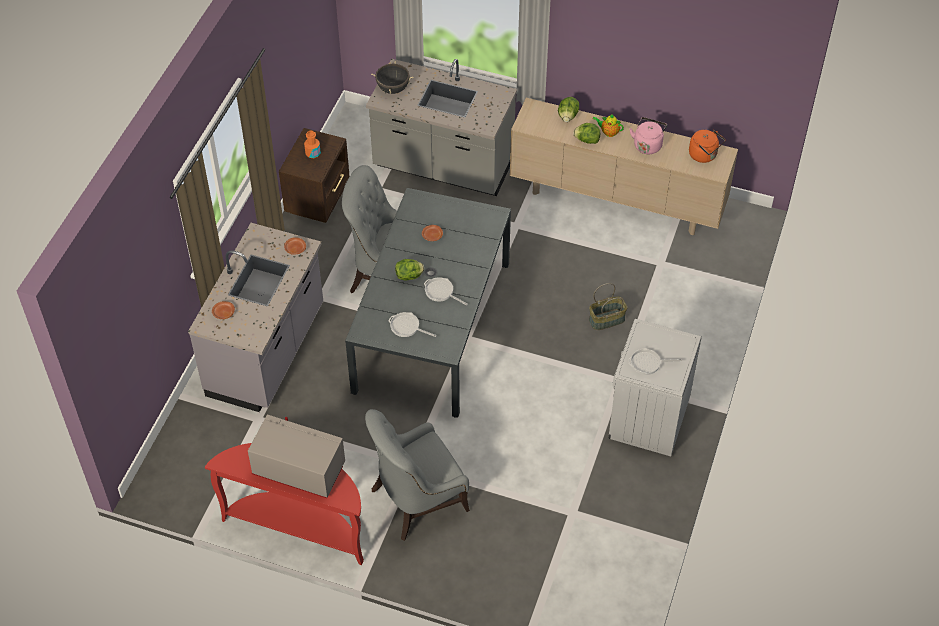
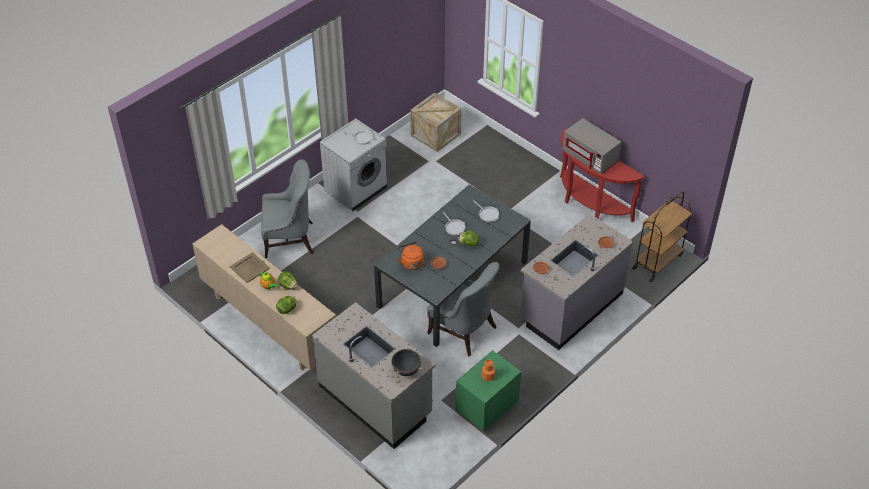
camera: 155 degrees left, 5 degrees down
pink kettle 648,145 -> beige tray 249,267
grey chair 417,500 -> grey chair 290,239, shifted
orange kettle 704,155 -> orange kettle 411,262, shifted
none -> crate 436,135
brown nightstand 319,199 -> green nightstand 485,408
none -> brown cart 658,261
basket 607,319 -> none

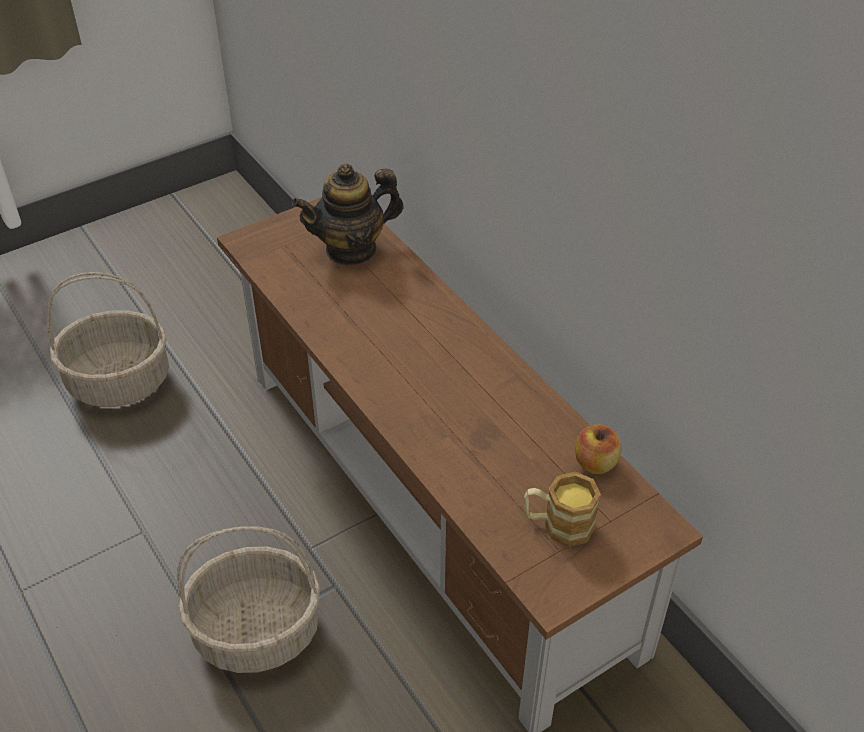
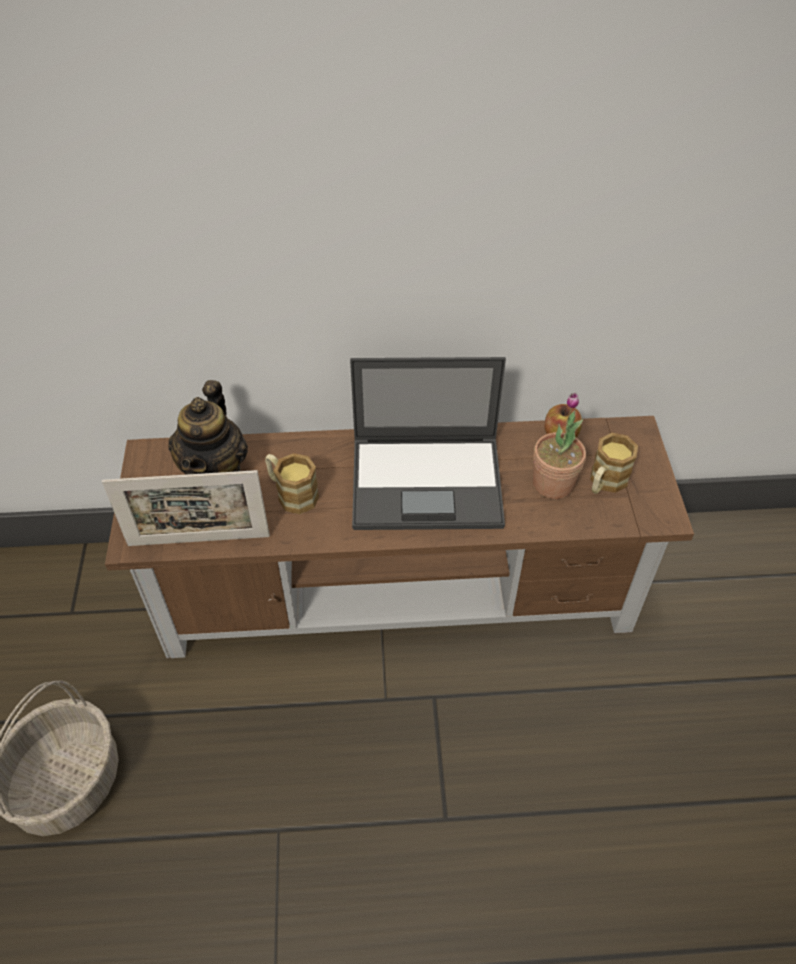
camera: 60 degrees left, 5 degrees up
none -> picture frame 199,540
none -> mug 291,493
none -> laptop 429,482
none -> potted plant 553,484
basket 256,633 -> none

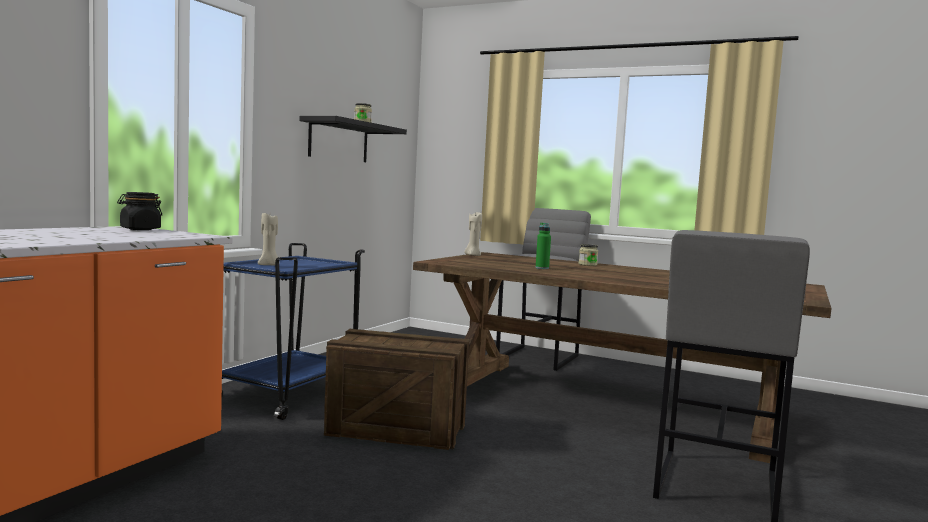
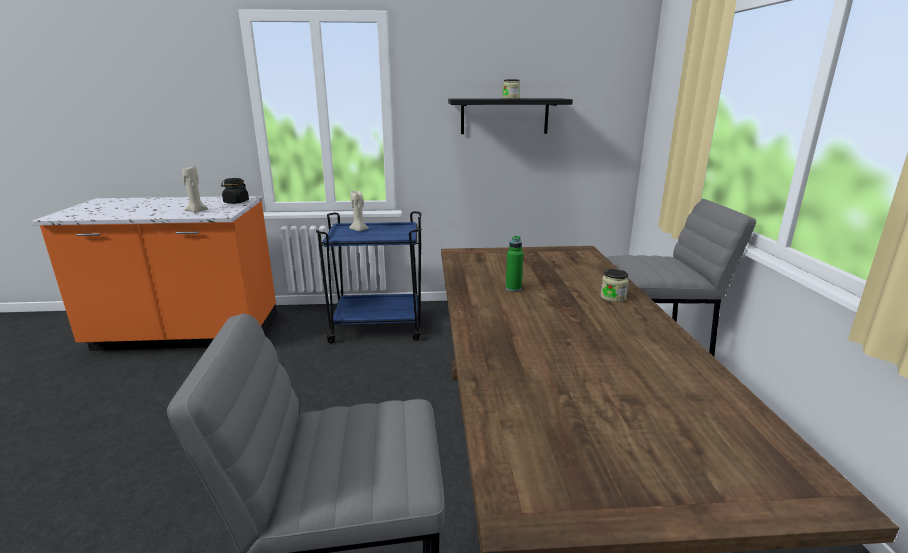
camera: 60 degrees right, 15 degrees up
beige candle 472,255 -> beige candle 197,211, shifted
crate 397,429 -> none

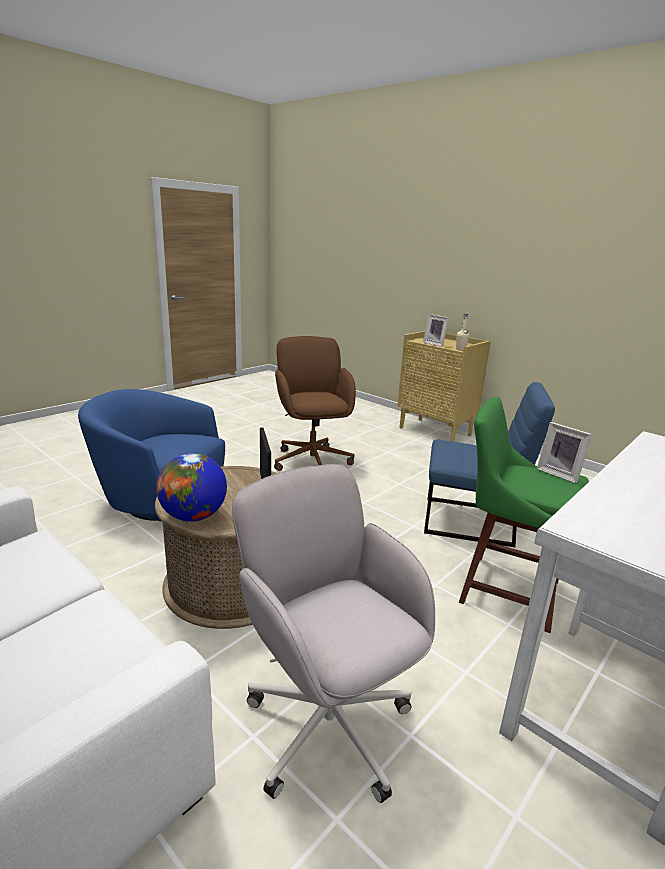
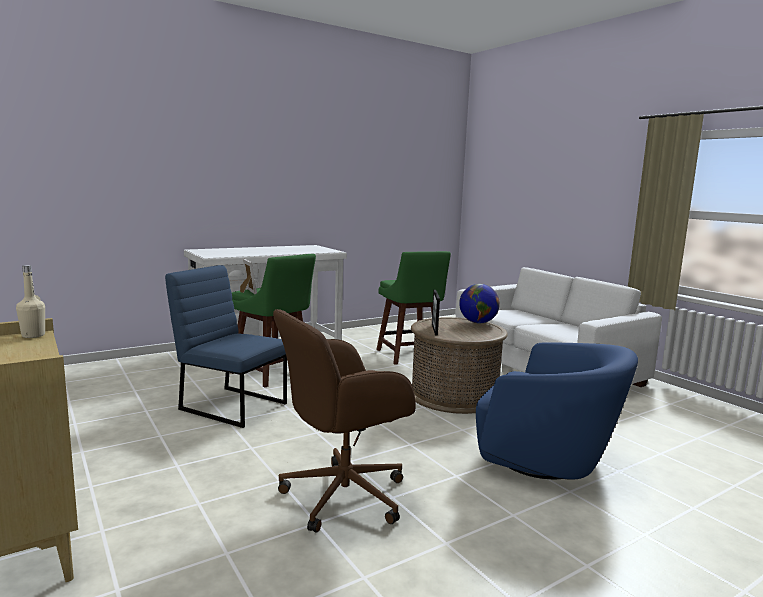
camera: 165 degrees left, 10 degrees down
brown office chair 312,461 -> brown office chair 343,496, 60 degrees clockwise
grey office chair 327,725 -> green stool 409,356
picture frame 435,344 -> none

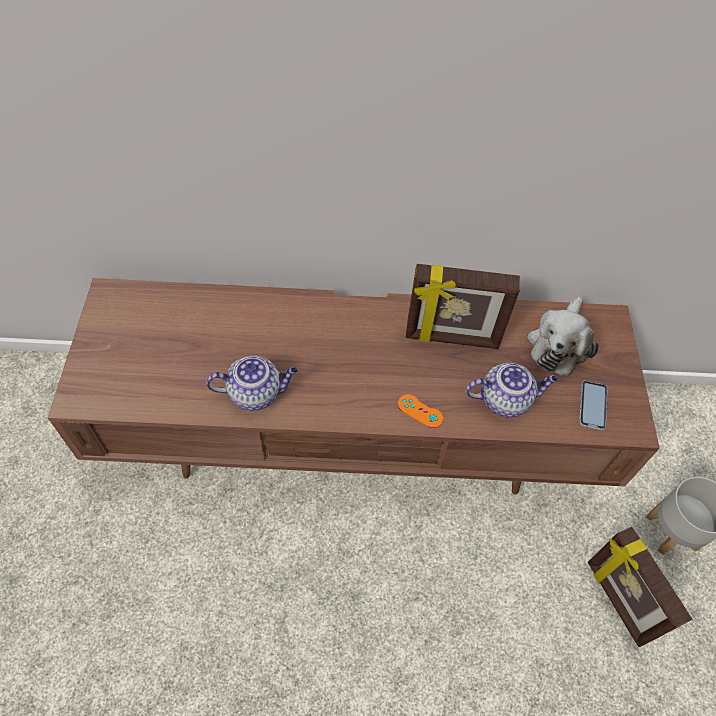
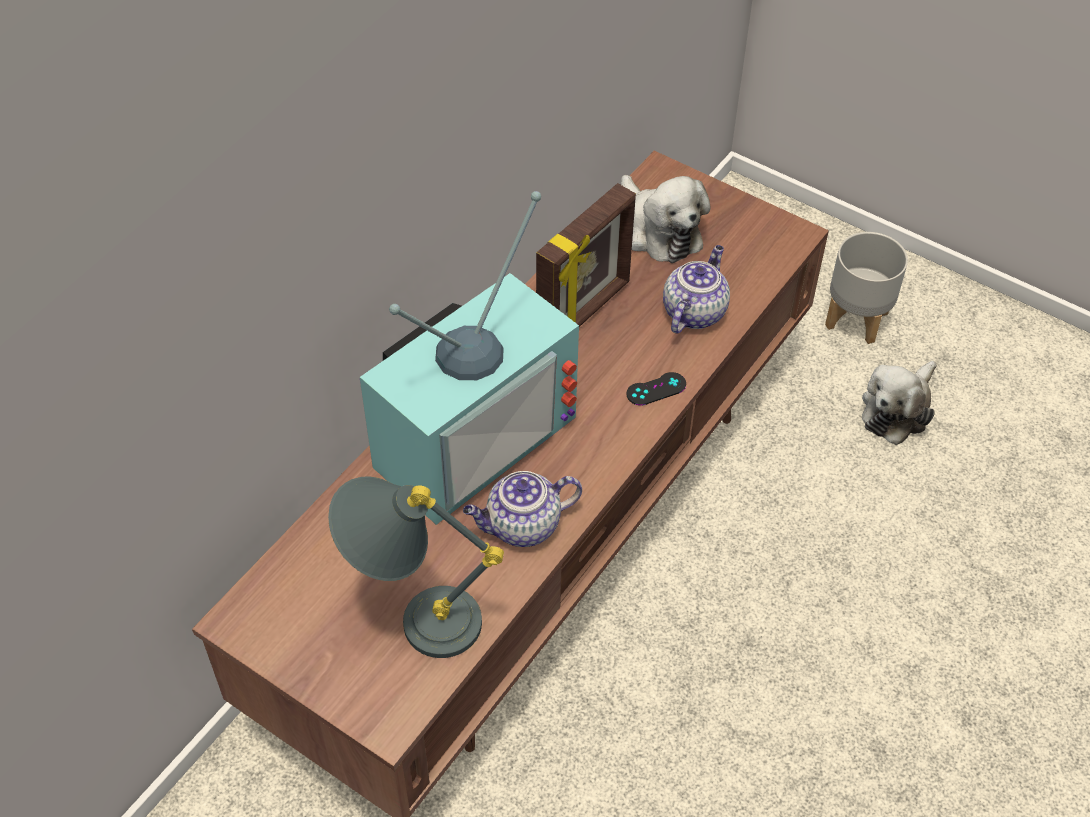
camera: 55 degrees left, 5 degrees down
none -> grey table lamp 413,618
none -> television 470,434
teapot 256,393 -> teapot 522,526, 135 degrees counterclockwise
orange game controller 420,411 -> black game controller 656,389
picture frame 616,601 -> plush toy 897,410
phone 592,406 -> none

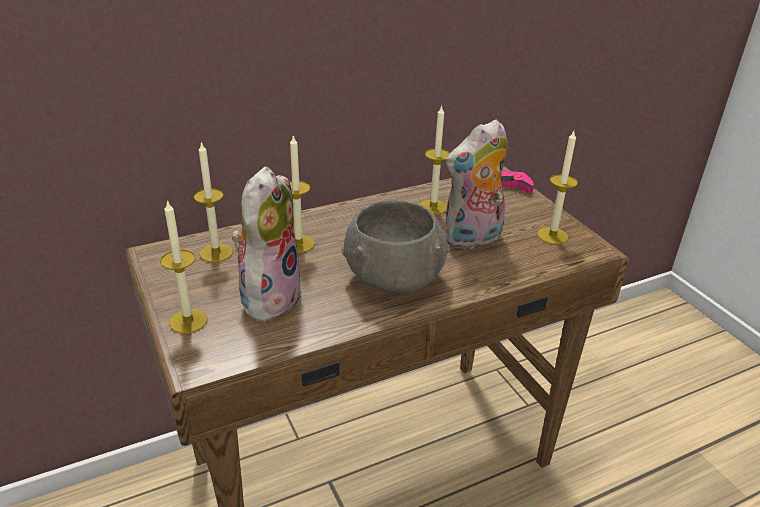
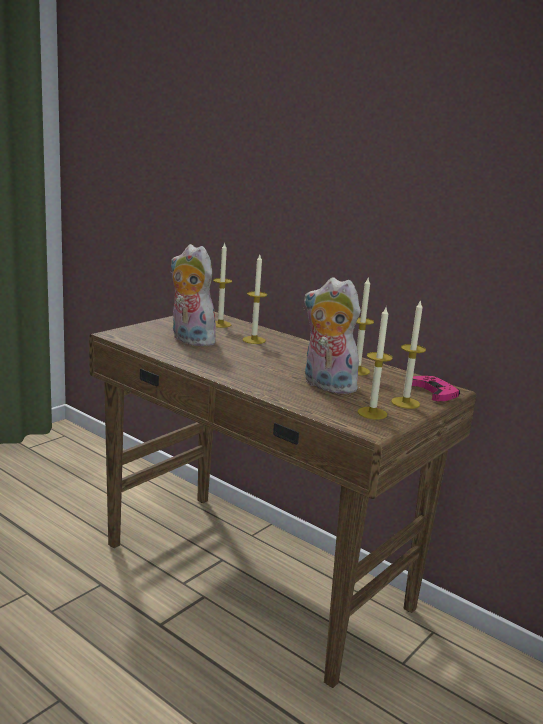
camera: 65 degrees right, 15 degrees down
plush toy 269,296 -> plush toy 189,340, 135 degrees counterclockwise
candle 188,321 -> candle 405,403, shifted
grey bowl 394,276 -> none

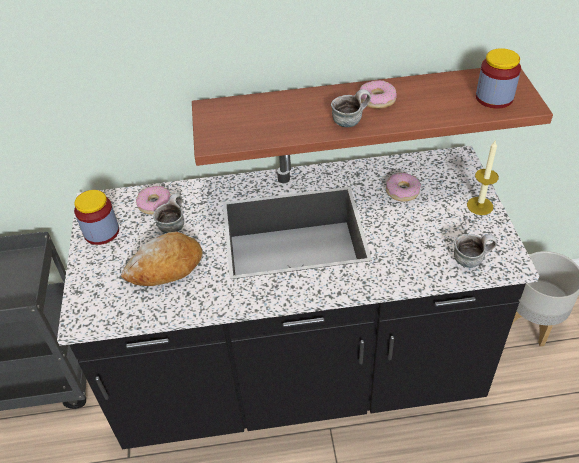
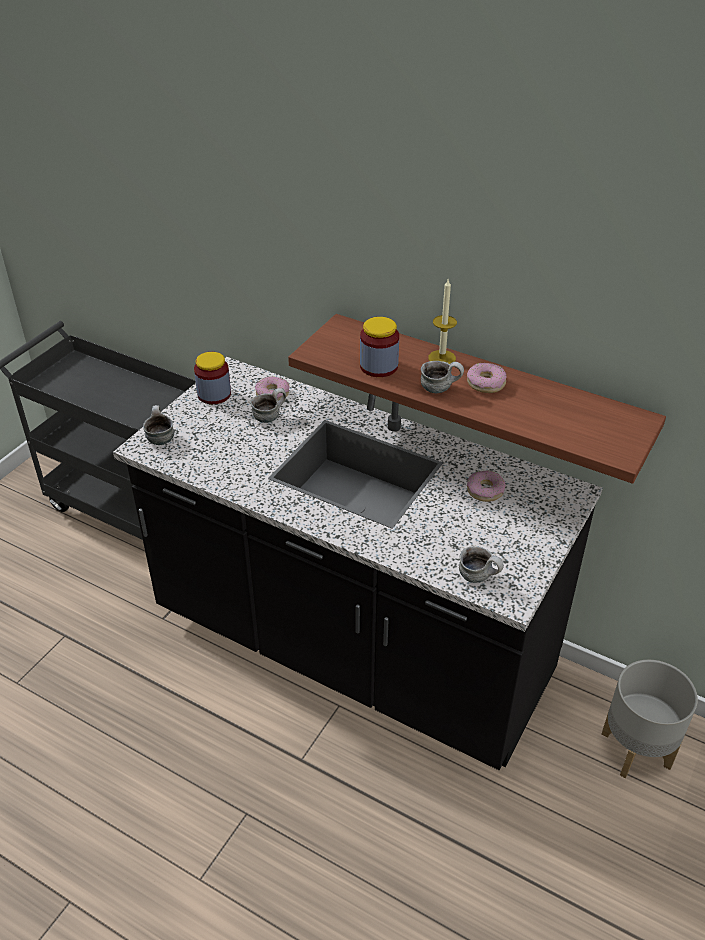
camera: 35 degrees right, 5 degrees down
none -> mug 159,438
jar 494,98 -> jar 379,366, shifted
candle 480,206 -> candle 442,358, shifted
bread 166,267 -> none

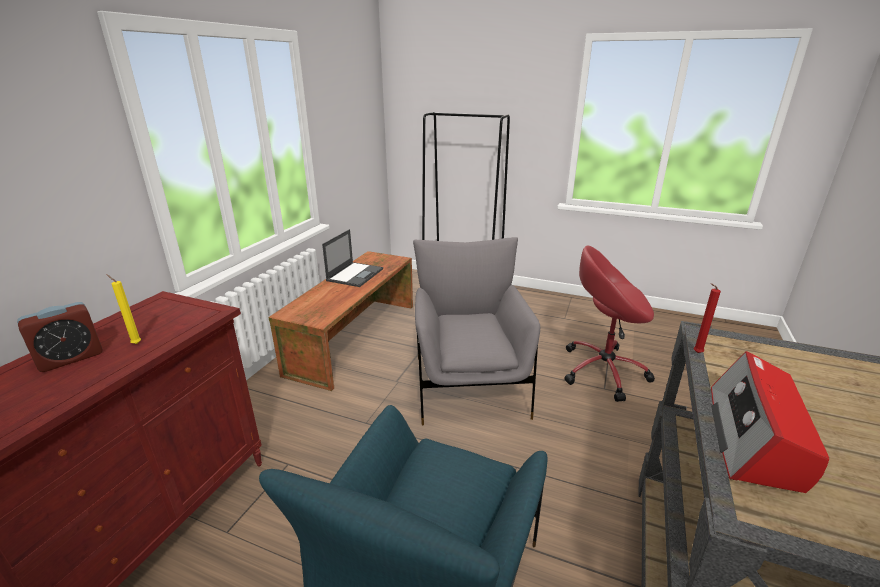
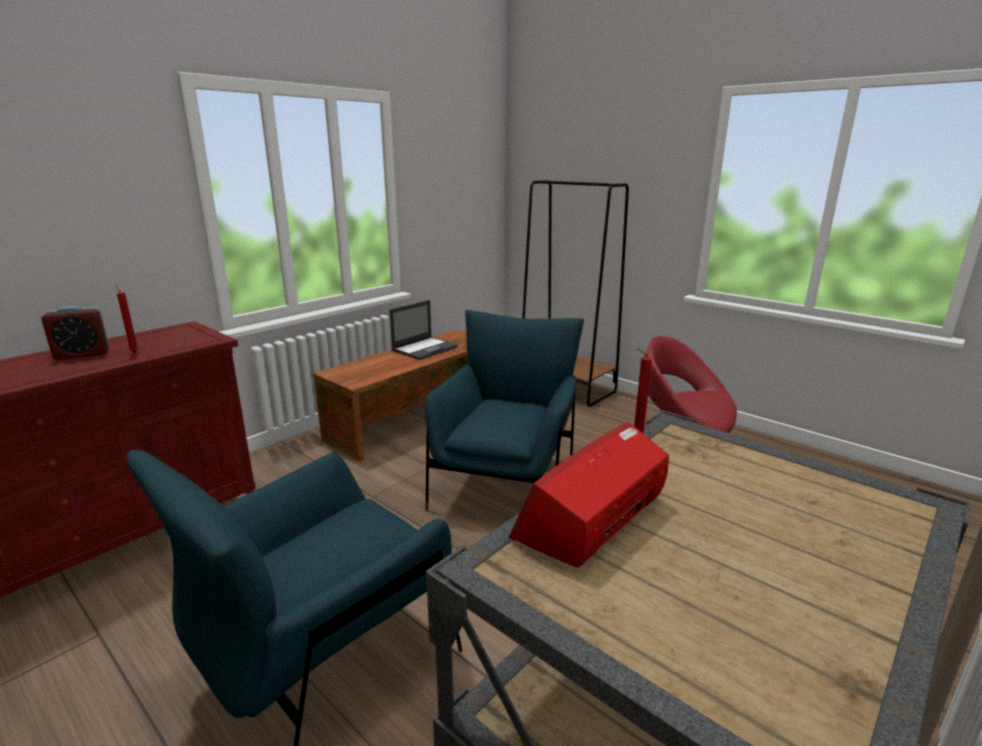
camera: 20 degrees right, 5 degrees down
yellow candle 135,343 -> red candle 134,352
grey armchair 469,383 -> blue armchair 505,482

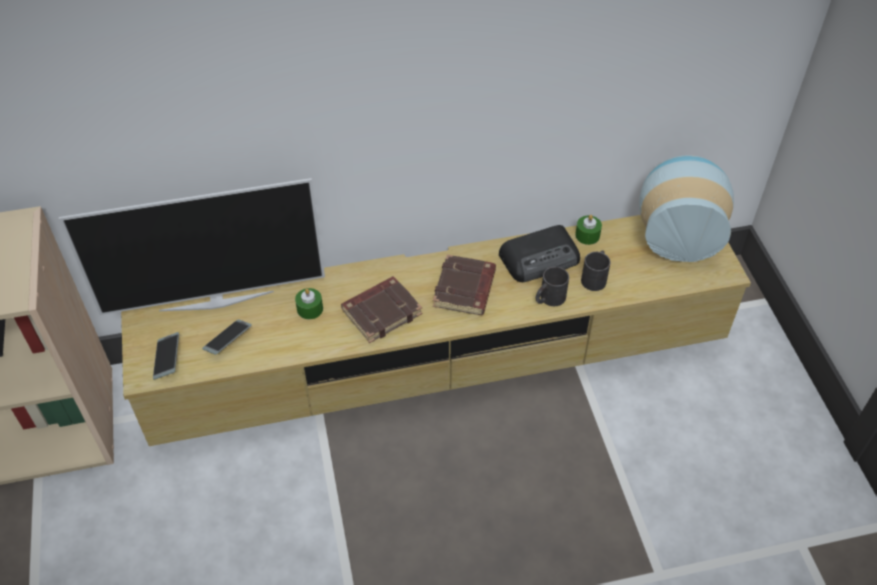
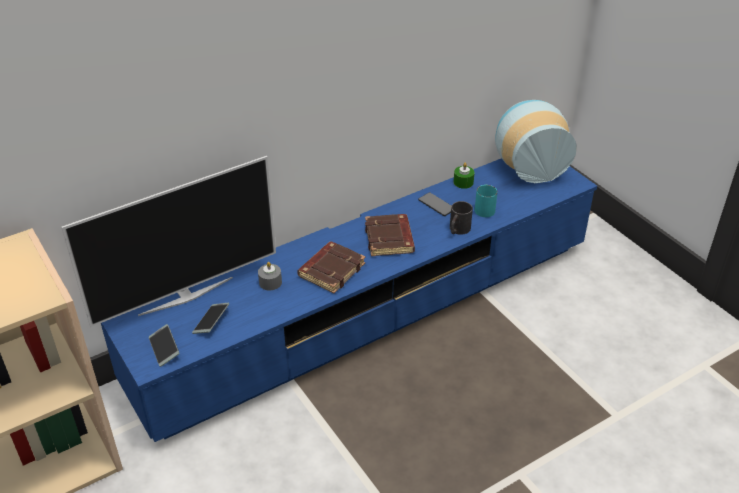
camera: 20 degrees left, 10 degrees down
beige tv stand 438,356 -> blue tv stand 368,313
green candle 310,309 -> grey candle 270,282
radio 541,258 -> phone 436,205
black mug 595,277 -> turquoise mug 484,208

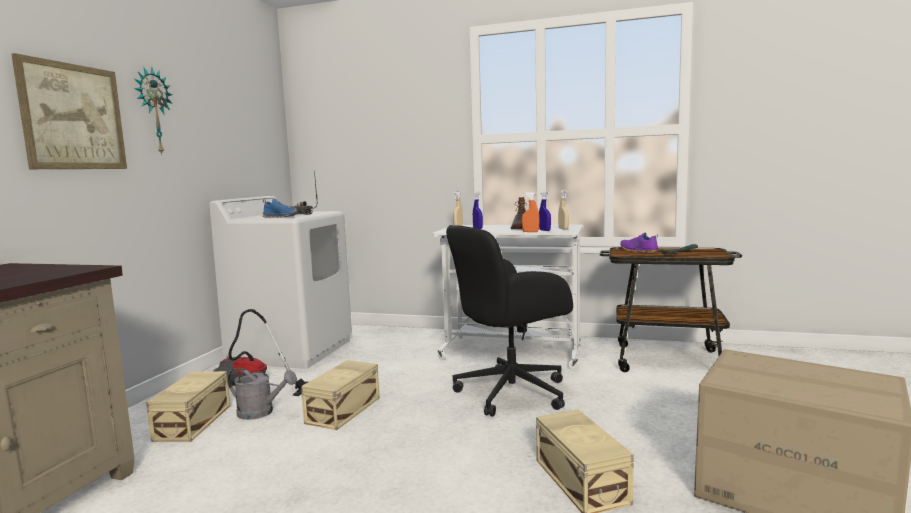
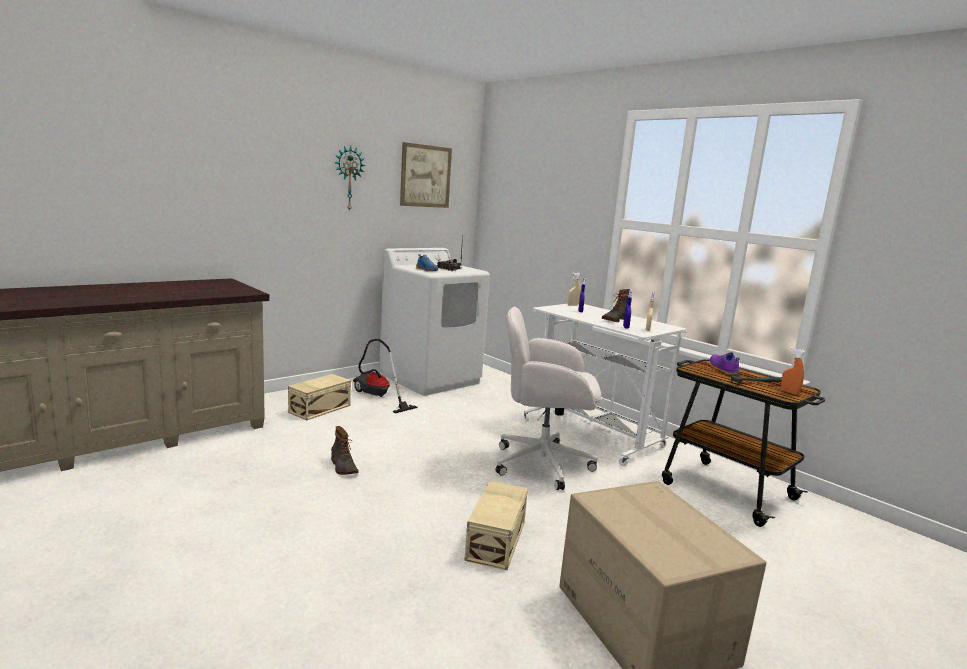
camera: 30 degrees right, 5 degrees up
none -> boot 343,467
picture 73,117 -> picture 425,176, shifted
black office chair 512,392 -> white office chair 542,464
orange spray bottle 530,232 -> orange spray bottle 789,392, shifted
grey watering can 261,412 -> none
beige storage box 345,410 -> none

